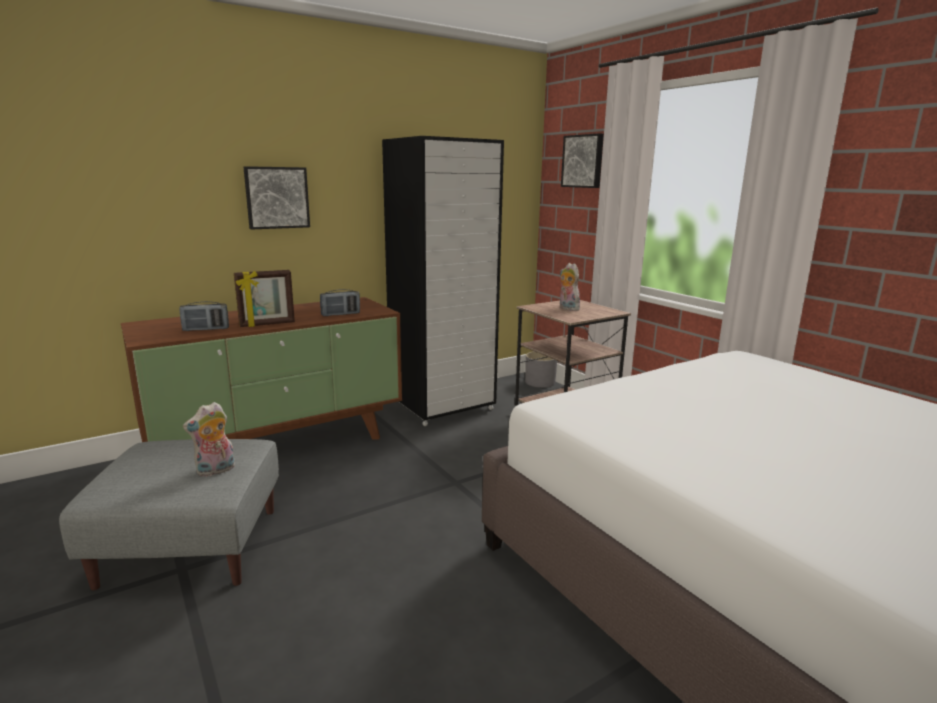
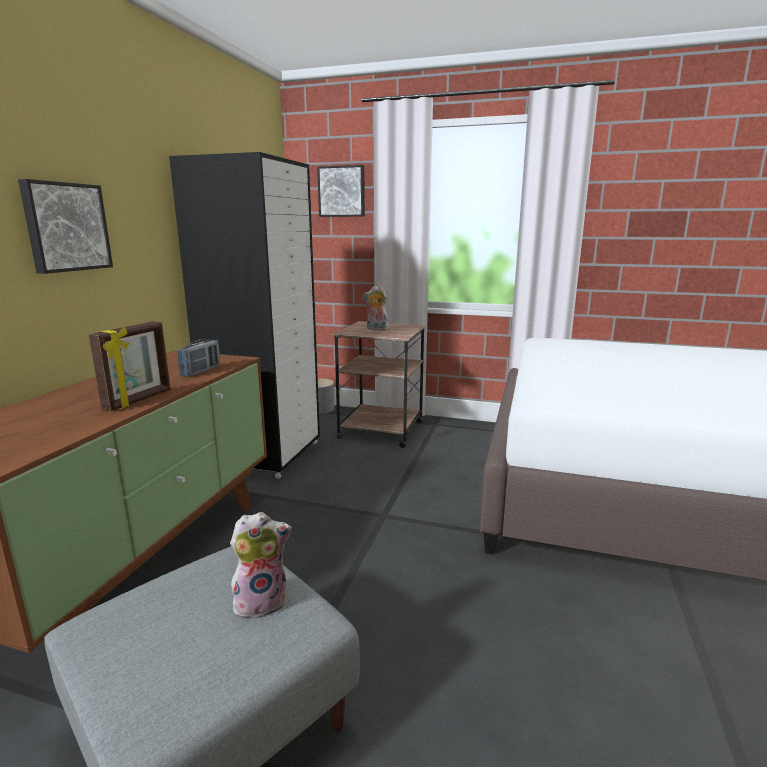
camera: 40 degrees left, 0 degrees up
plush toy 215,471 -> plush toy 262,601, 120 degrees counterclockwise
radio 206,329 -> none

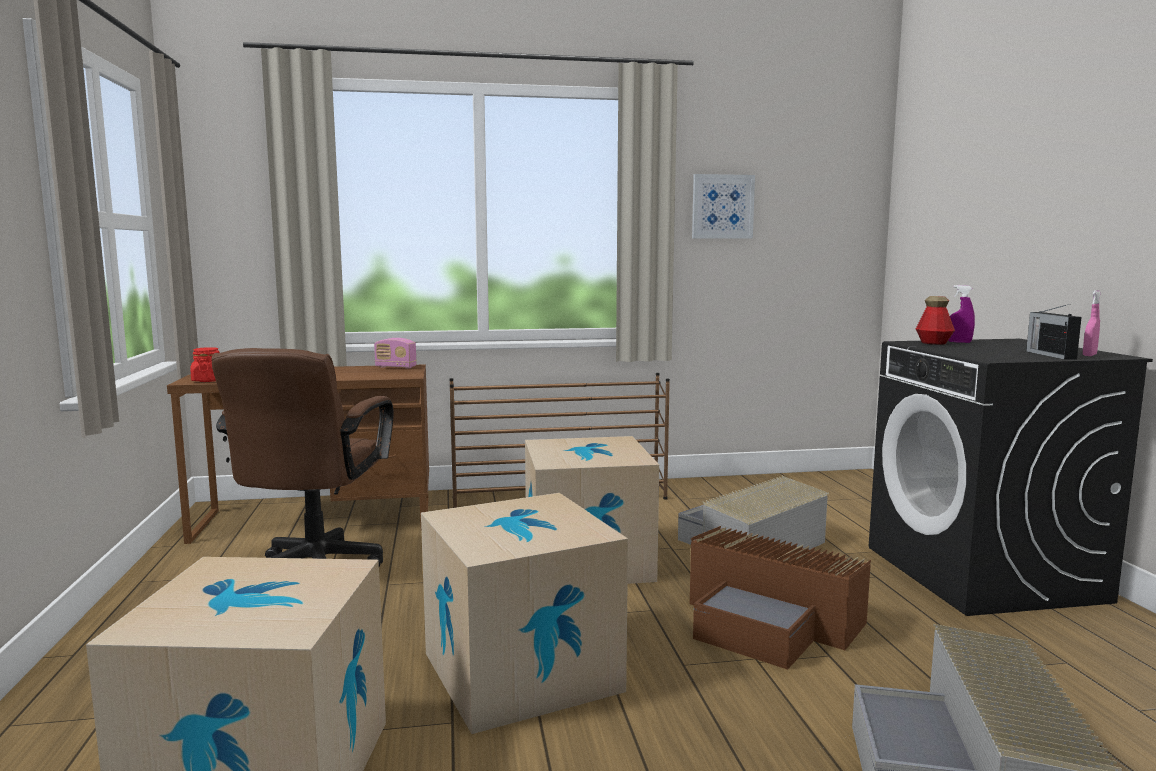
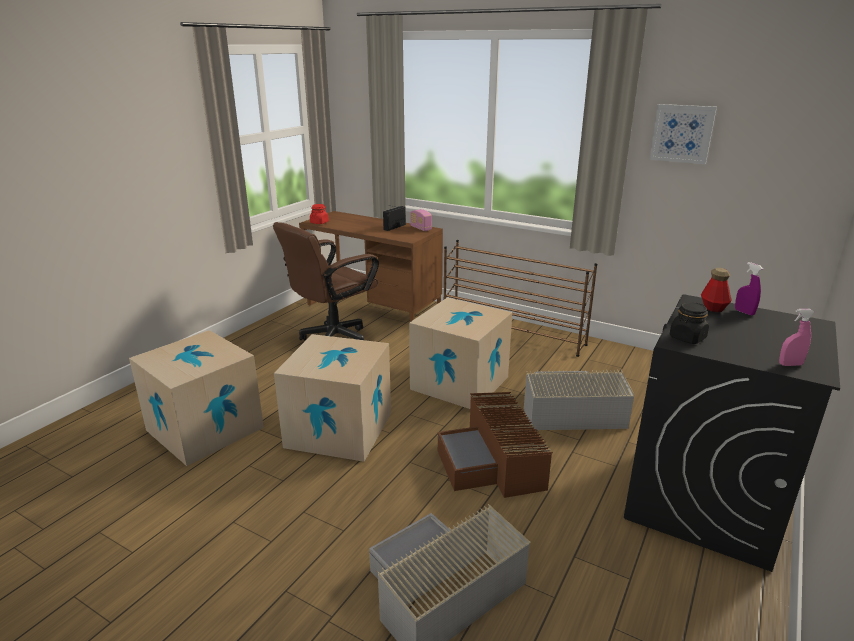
camera: 40 degrees right, 15 degrees up
radio 1050,355 -> radio 395,227, shifted
none -> black jar 687,338

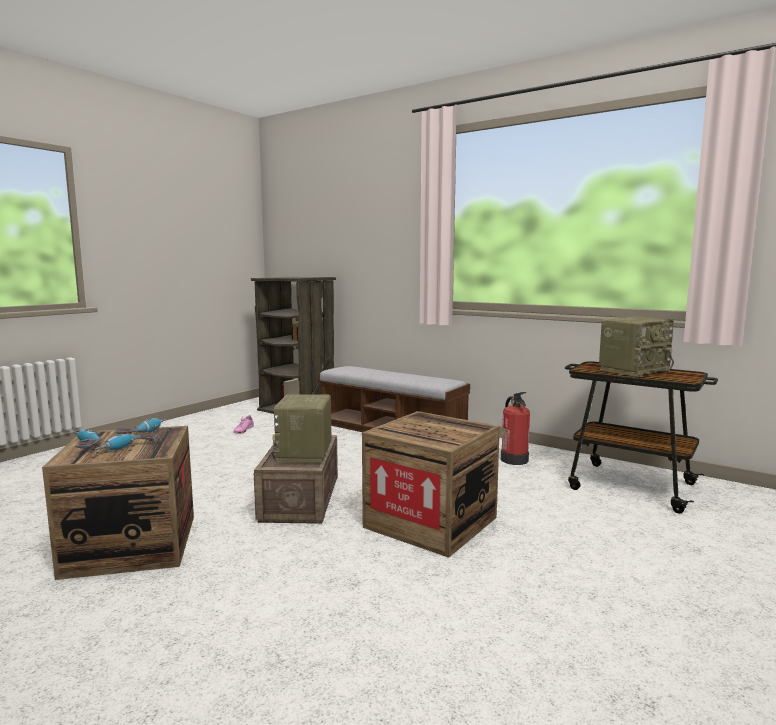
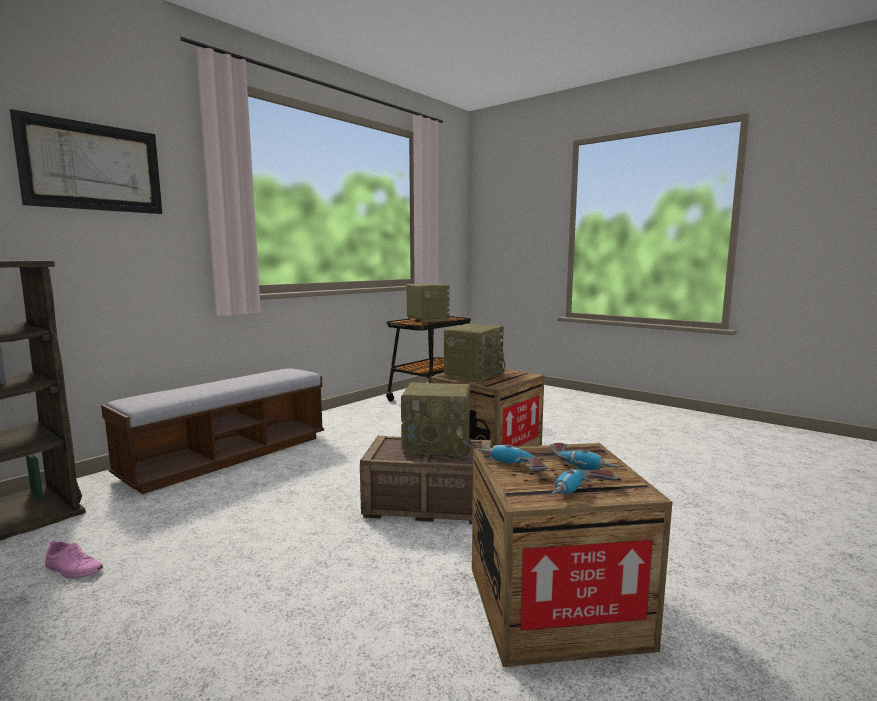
camera: 85 degrees left, 0 degrees up
none -> picture 93,167
none -> radio 473,375
fire extinguisher 514,460 -> none

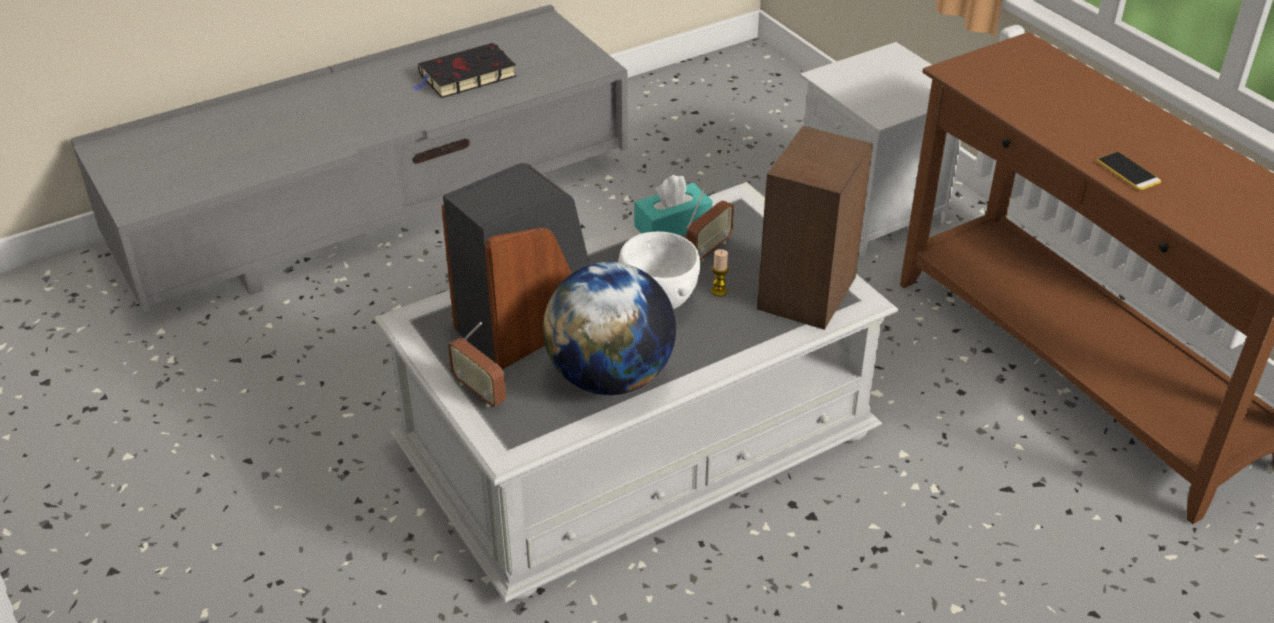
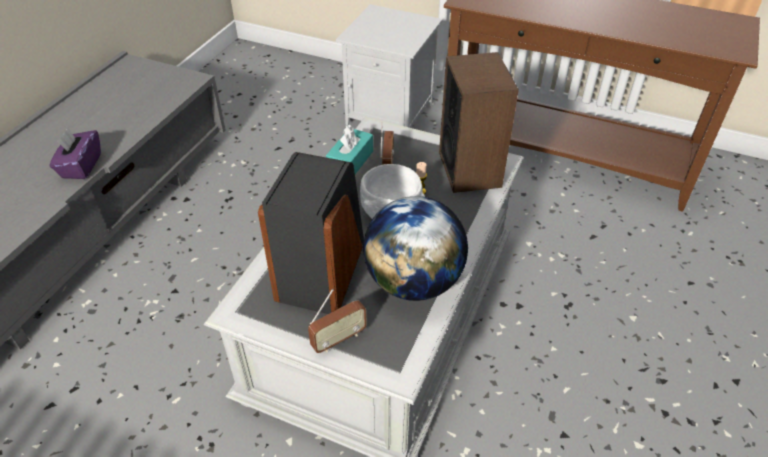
camera: 35 degrees left, 5 degrees up
none -> purple tissue box 81,166
radio 479,391 -> radio 338,339, 45 degrees counterclockwise
black book 465,77 -> none
phone 1128,172 -> none

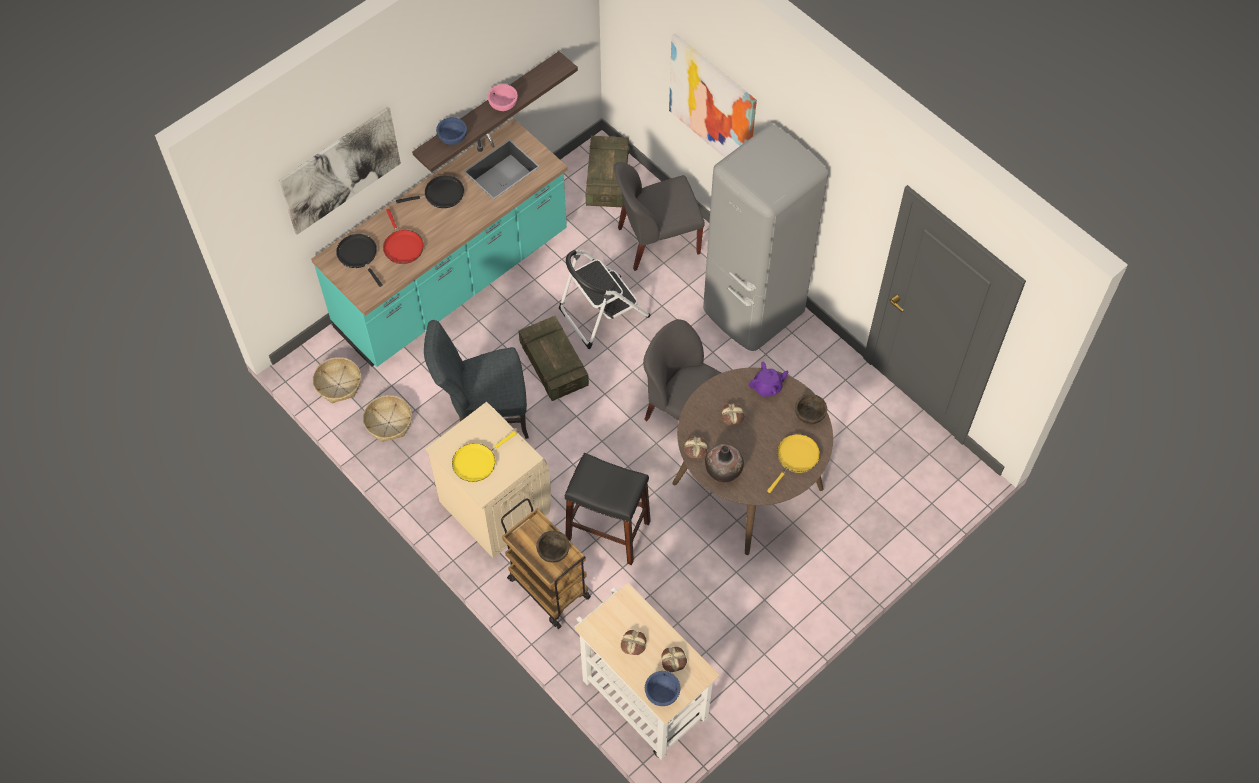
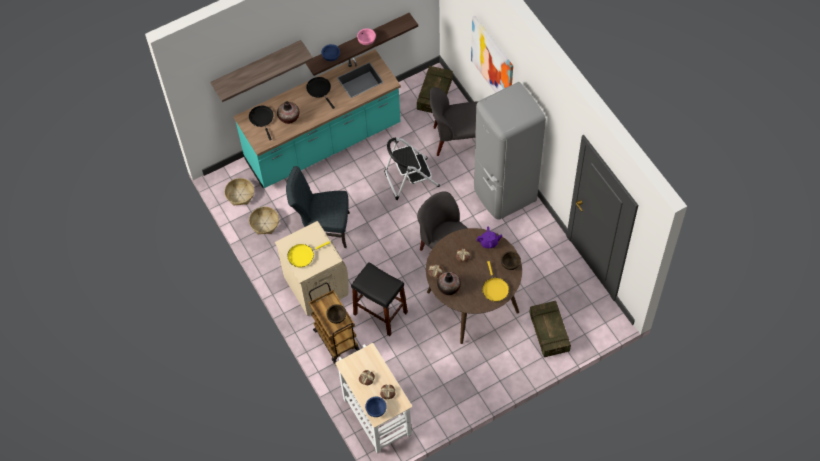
camera: 15 degrees right, 0 degrees up
picture 341,170 -> shelf 257,67
red frying pan 402,246 -> vase 289,117
black frying pan 441,194 -> black frying pan 319,90, 120 degrees counterclockwise
yellow frying pan 796,458 -> yellow frying pan 494,288, 120 degrees clockwise
crate 554,365 -> crate 549,333, shifted

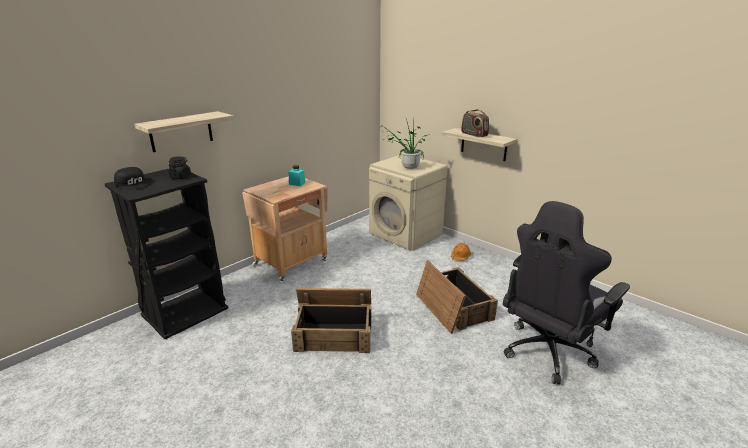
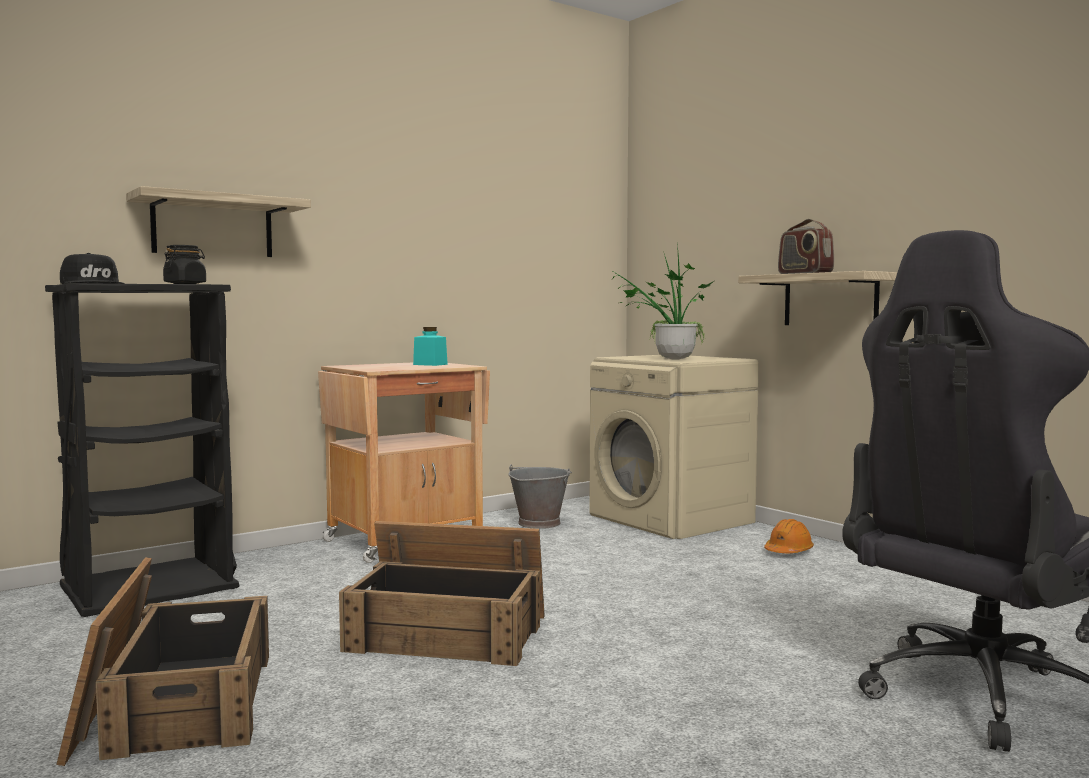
camera: 10 degrees right, 20 degrees down
crate 452,307 -> crate 174,703, shifted
none -> grey bucket 538,523

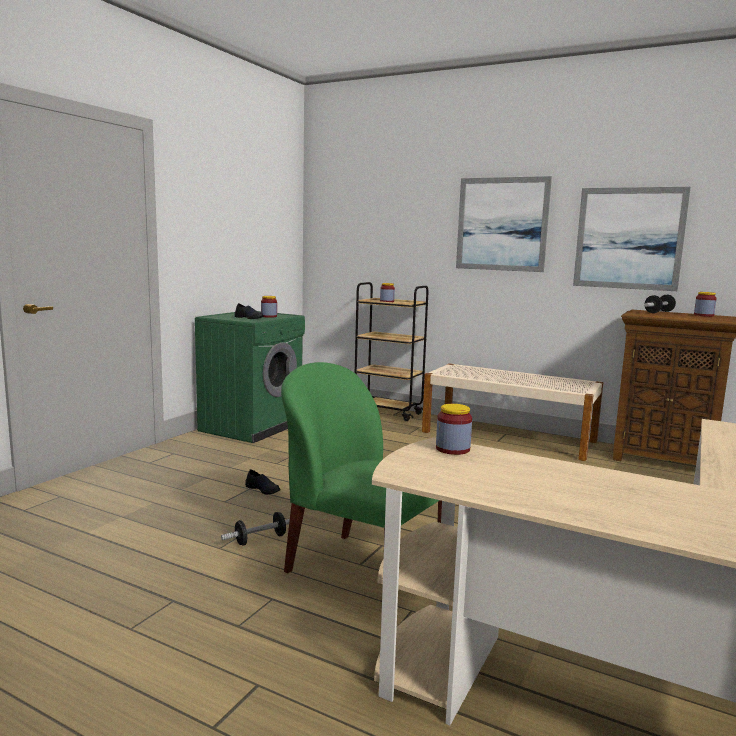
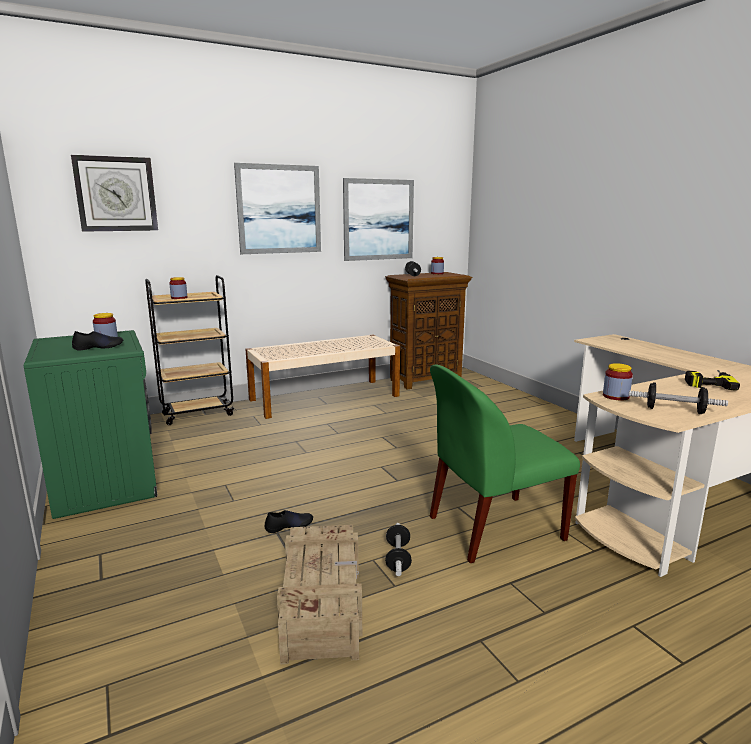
camera: 55 degrees left, 5 degrees up
none -> wall clock 116,194
none -> crate 322,603
none -> dumbbell 674,410
none -> power drill 707,382

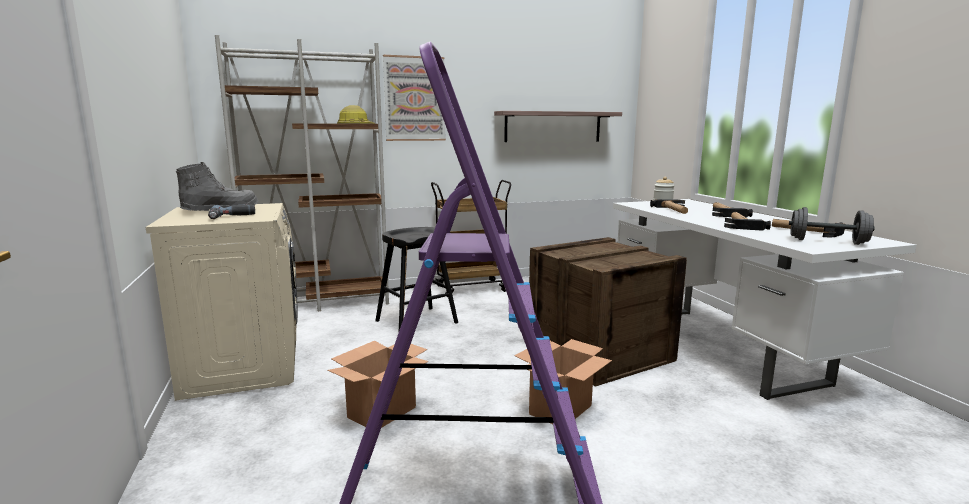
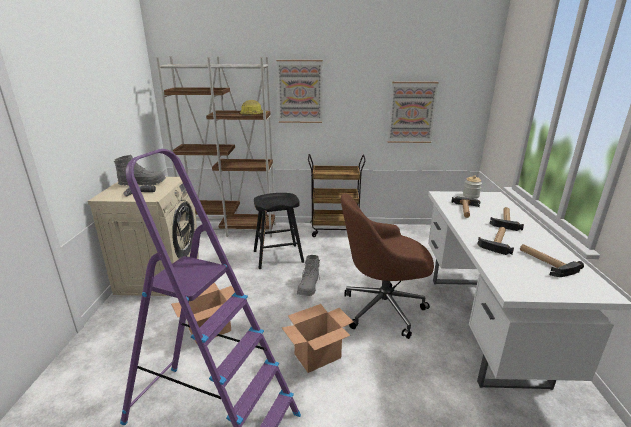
camera: 20 degrees right, 10 degrees up
none -> grey boot 309,287
crate 599,352 -> brown office chair 382,310
shelf 553,126 -> picture 411,112
grey dumbbell 827,242 -> none

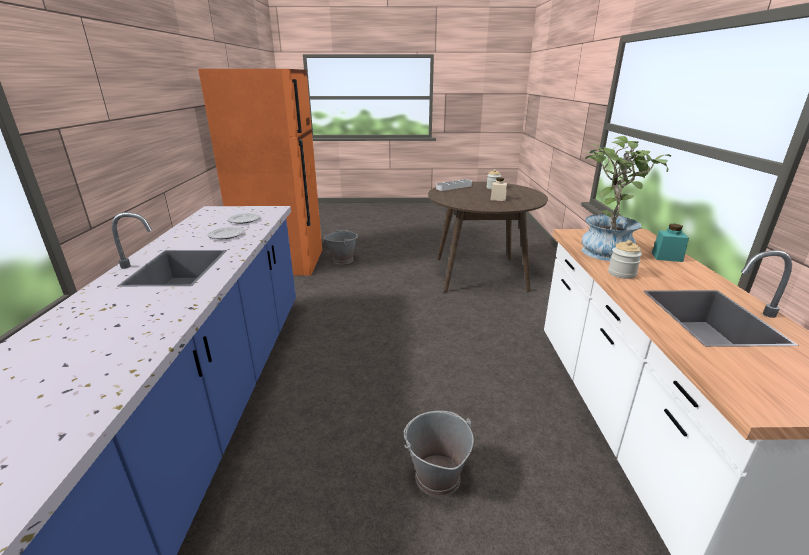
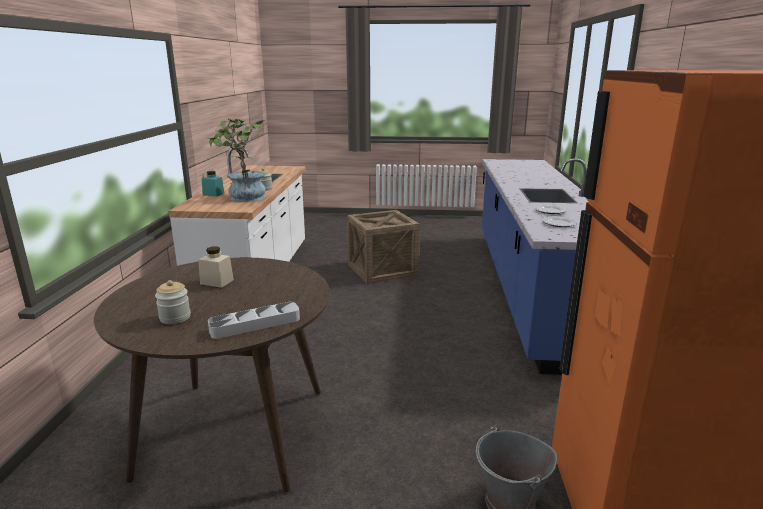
camera: 175 degrees left, 5 degrees down
grey bucket 436,477 -> crate 382,270

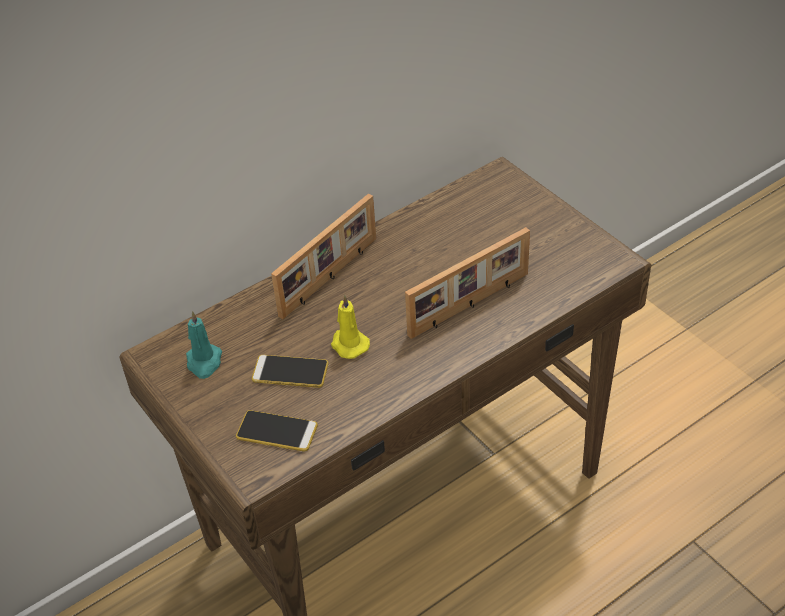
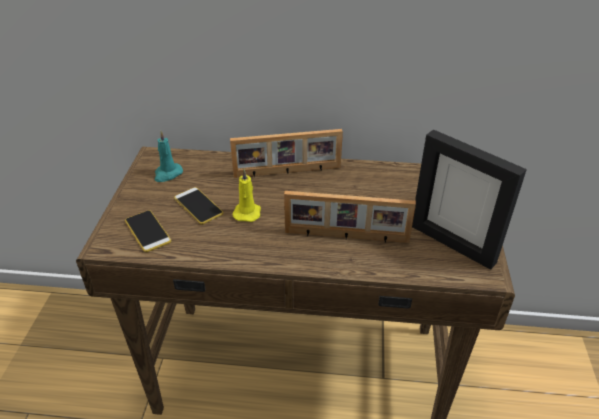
camera: 40 degrees right, 5 degrees down
none -> picture frame 453,243

